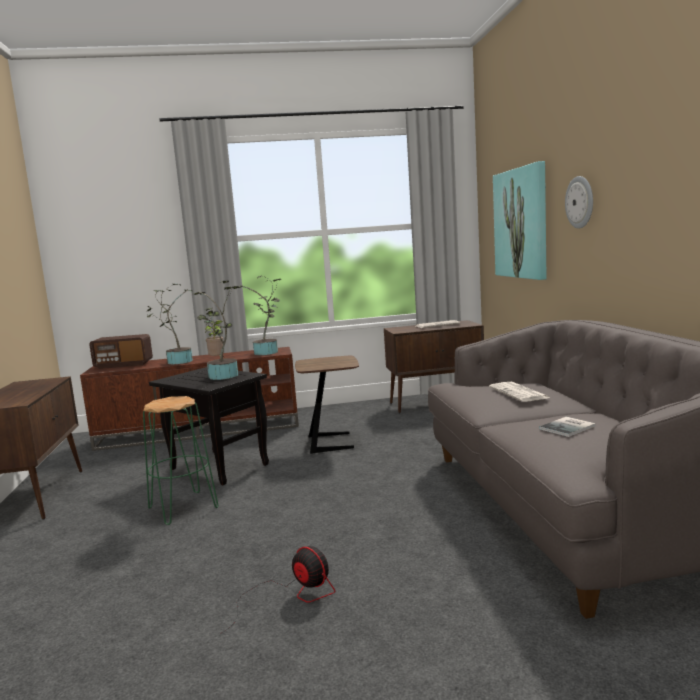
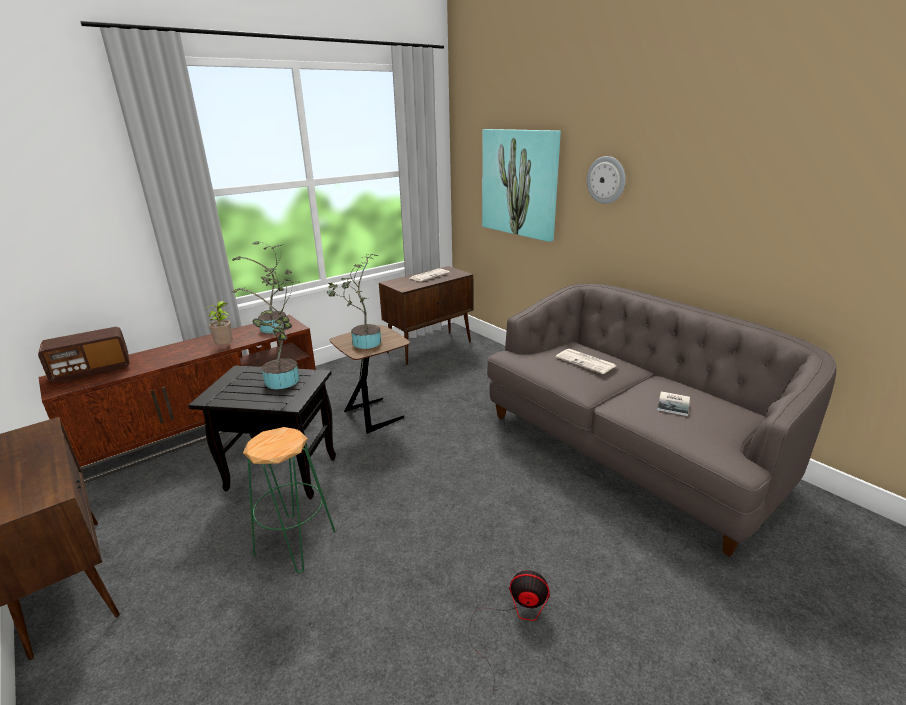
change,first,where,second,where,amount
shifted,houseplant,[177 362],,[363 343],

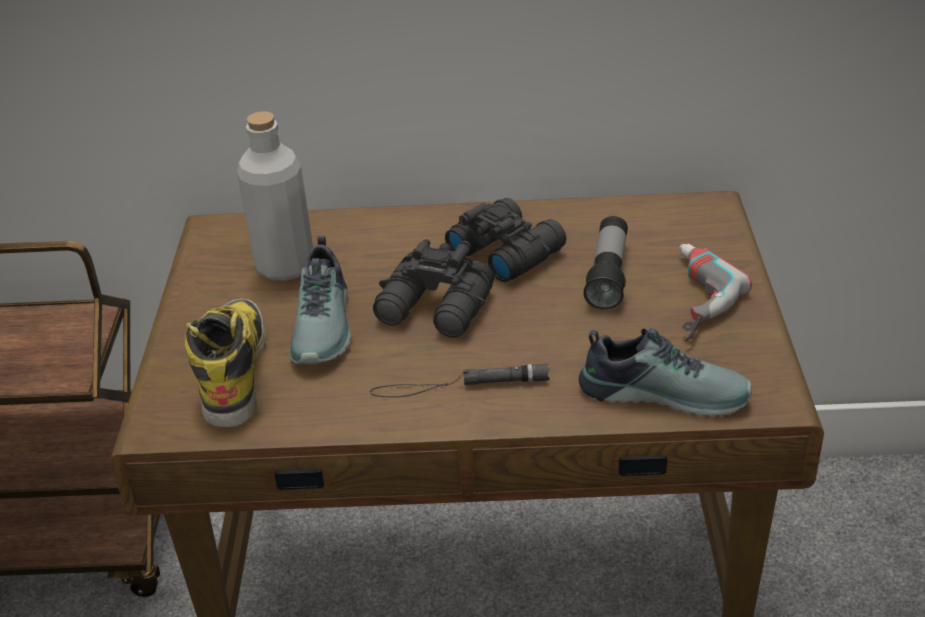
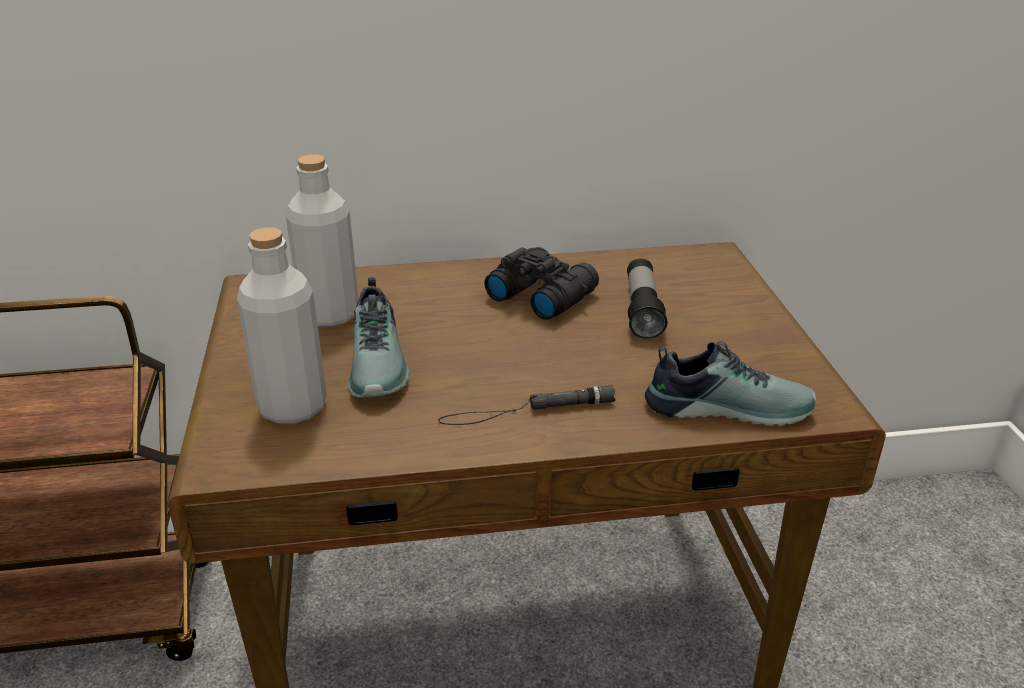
change,first,where,second,where,amount
swapped,boot,[234 369],greyish drink bottle,[292 407],
gone,black-coloured field glasses,[436 309],,,
gone,electric drill,[686 298],,,

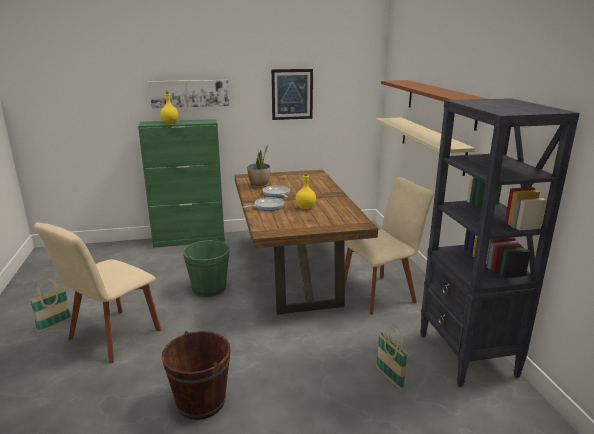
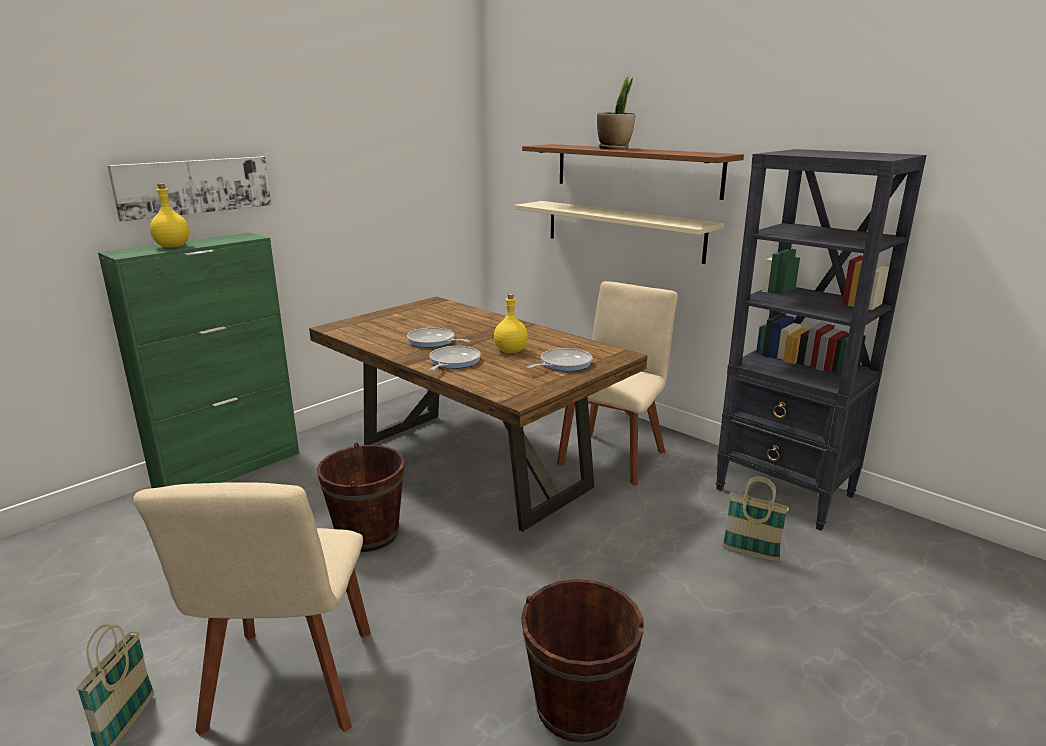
change,first,where,second,where,amount
repainted,green bucket,[209 288],brown-coloured bucket,[368 533],
new,,,skillet,[563 364],
shifted,houseplant,[259 185],,[614 148],
gone,picture,[292 94],,,

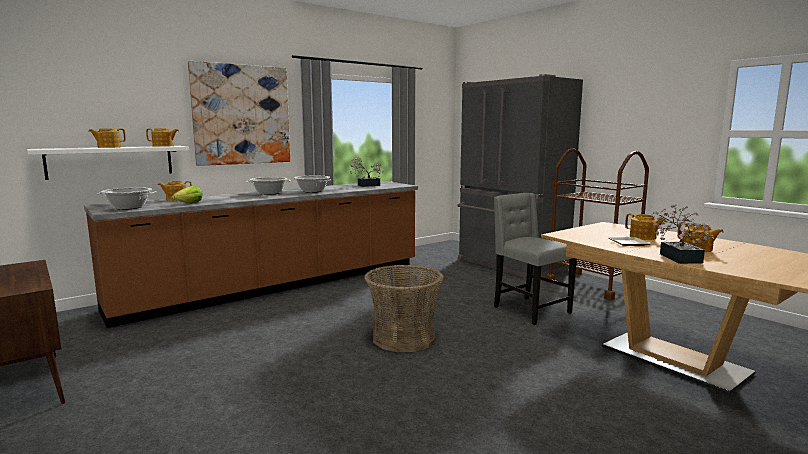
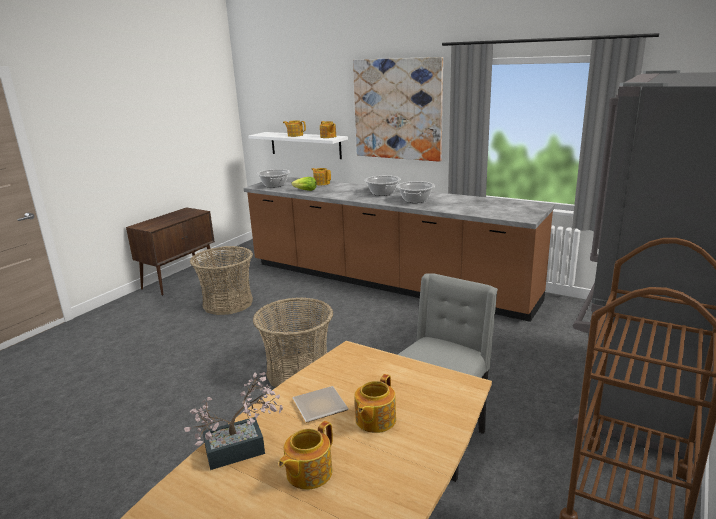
change,first,where,second,where,amount
new,,,basket,[228 303],
gone,houseplant,[366 185],,,

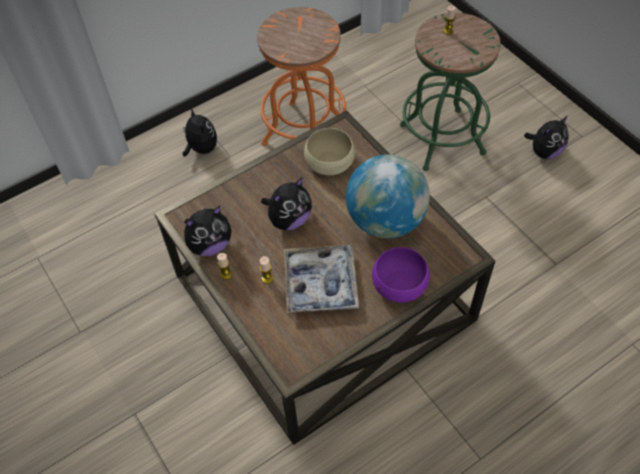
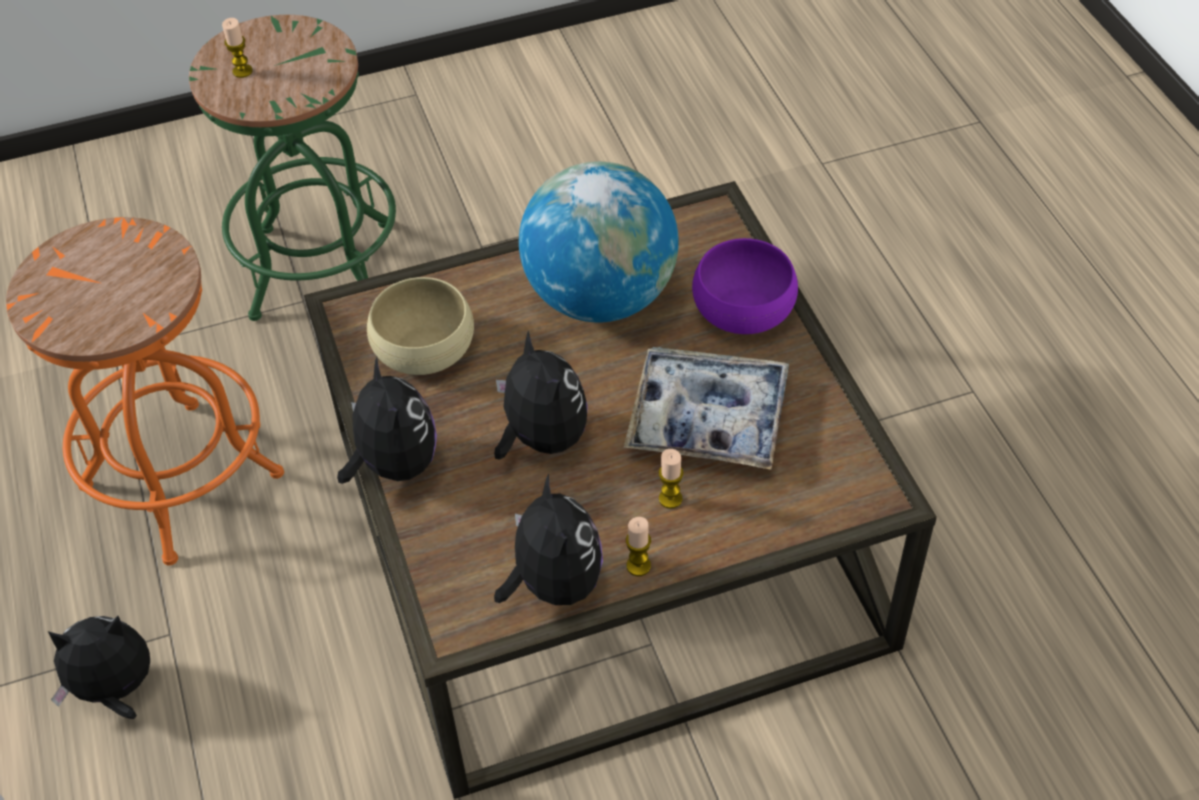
change,first,where,second,where,amount
shifted,plush toy,[544 151],,[394 464],

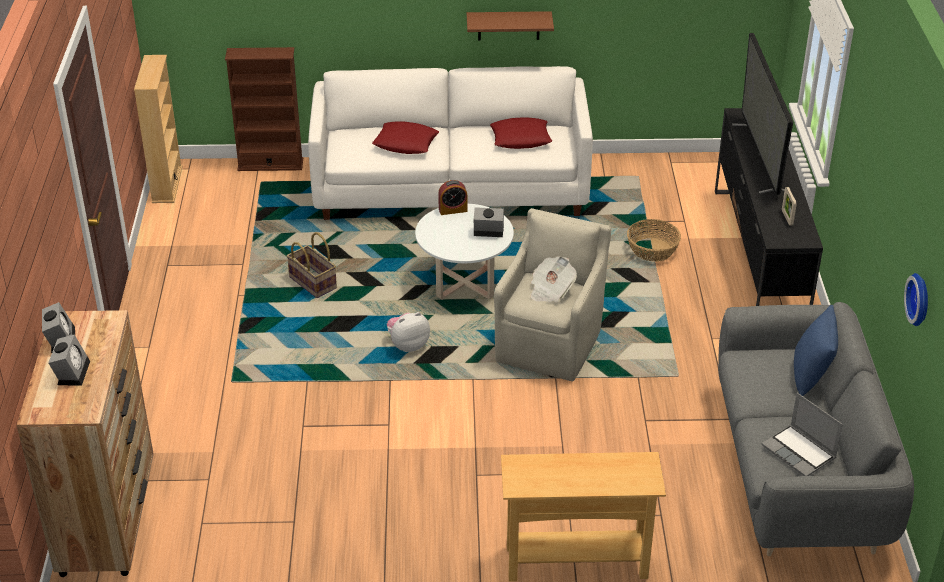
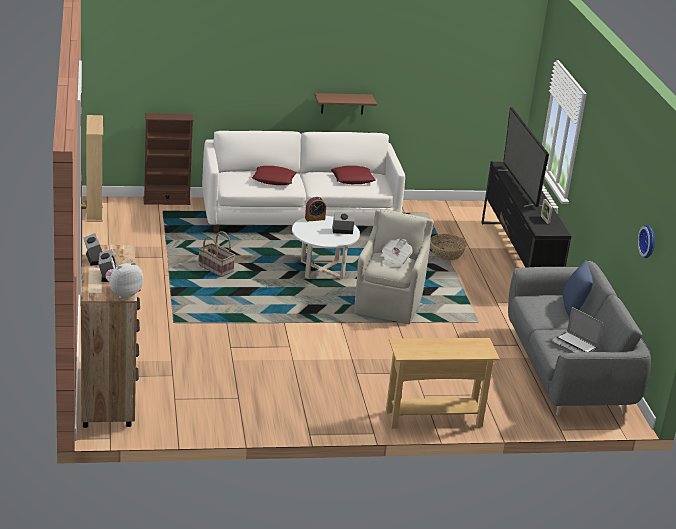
change,first,where,second,where,amount
shifted,plush toy,[408 345],,[123 294],

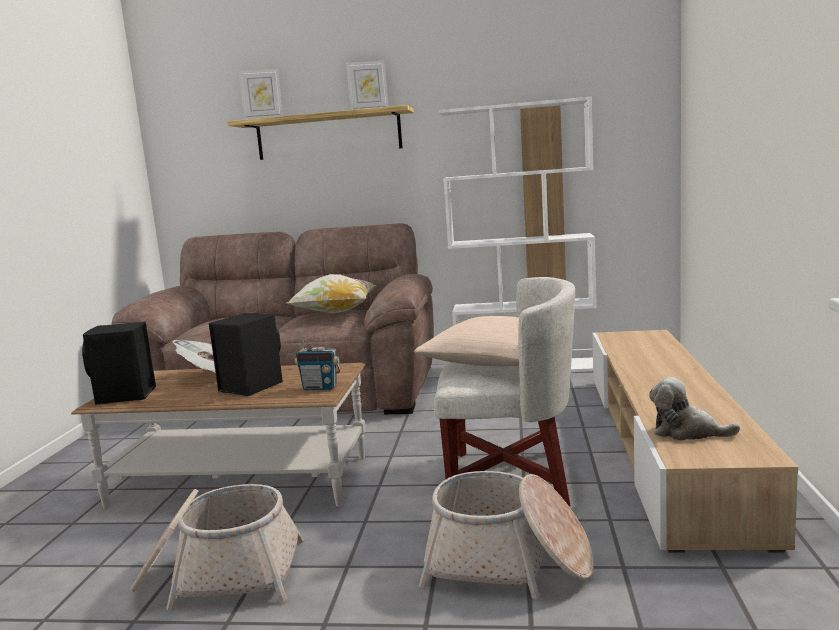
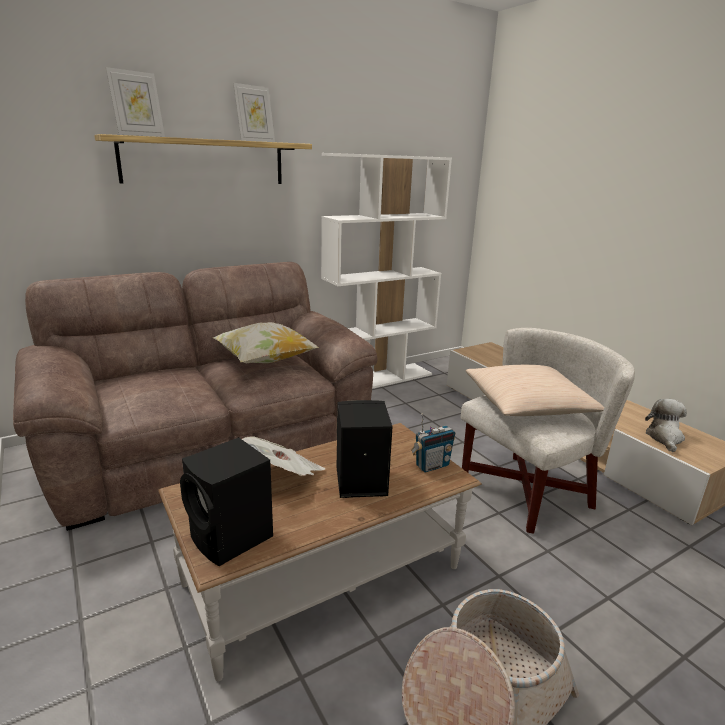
change,first,where,second,where,amount
rotated,plush toy,[686 432],,[664 438],120 degrees clockwise
gone,basket,[508 563],,,

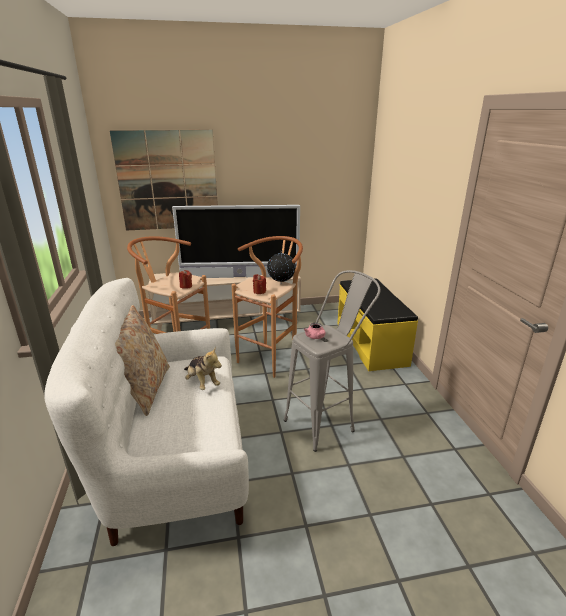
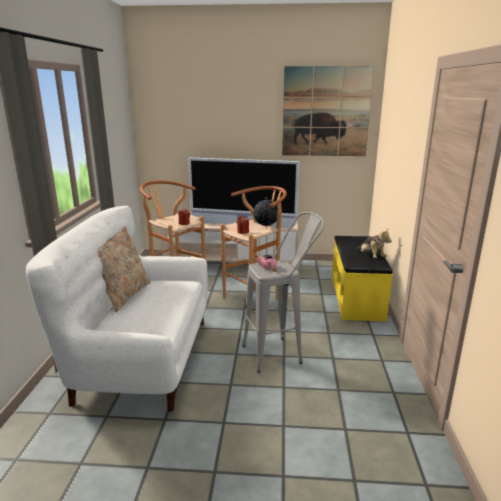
change,first,where,second,where,amount
shifted,picture,[168 181],,[326 112],
shifted,plush toy,[202 383],,[371 257],

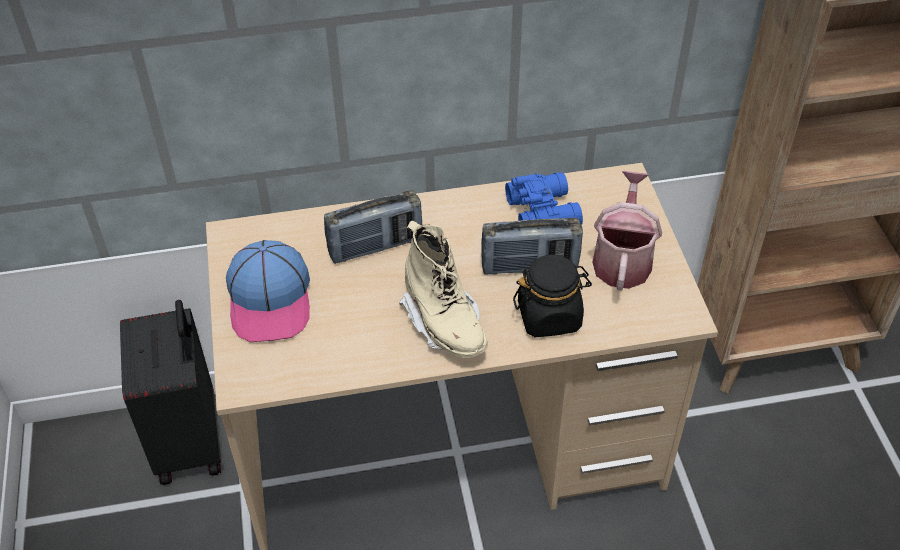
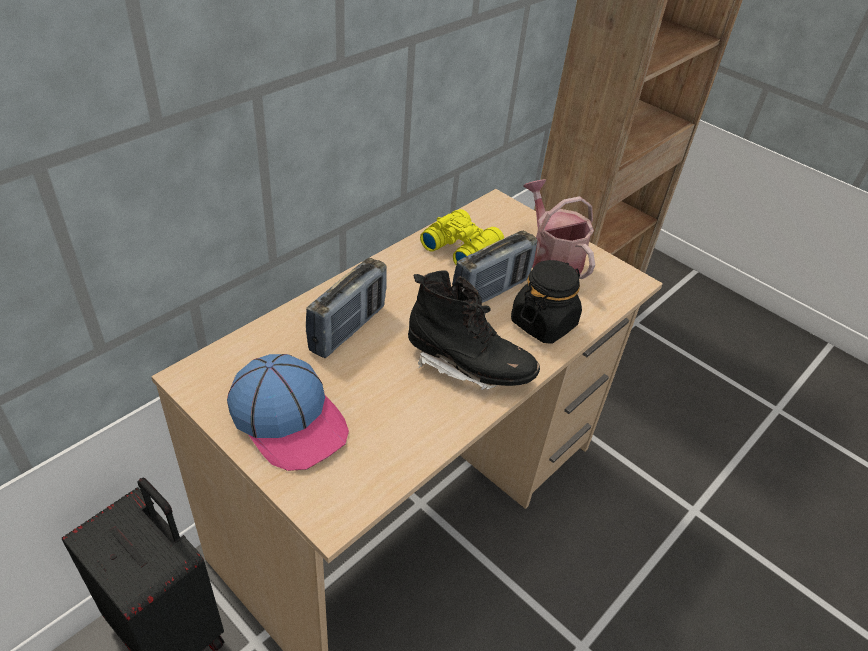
change,first,where,second,where,amount
repainted,beige-coloured boot,[444 323],black-coloured boot,[468 366],
repainted,bluish field glasses,[544 211],yellow field glasses,[461 247],

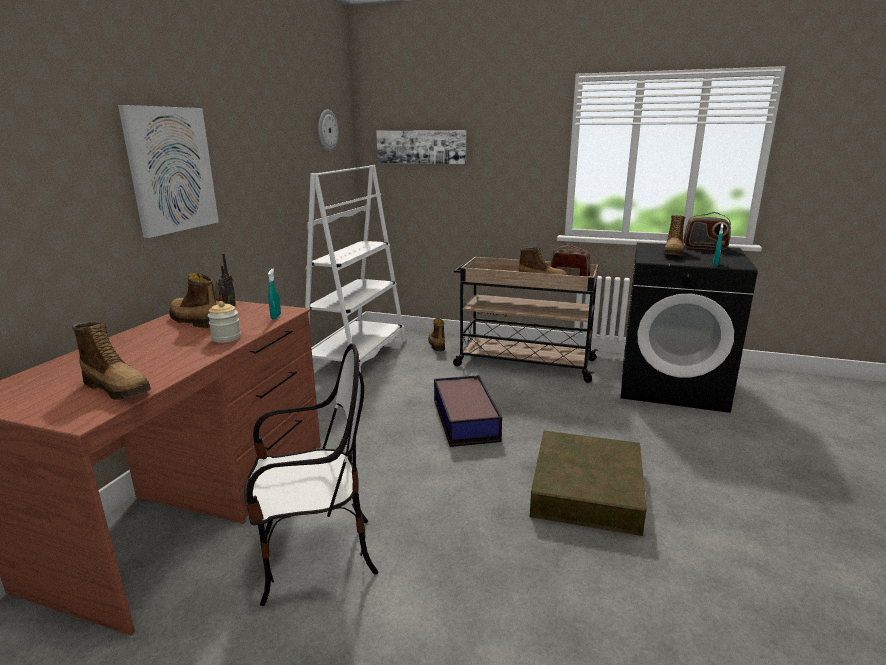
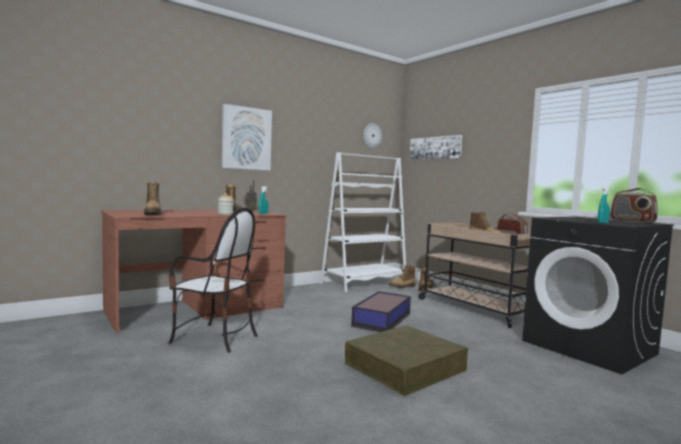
change,first,where,second,where,amount
shifted,boot,[673 253],,[402 287],

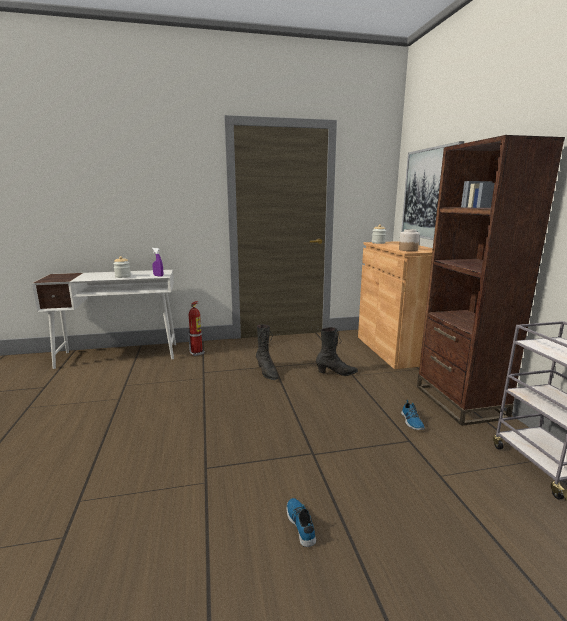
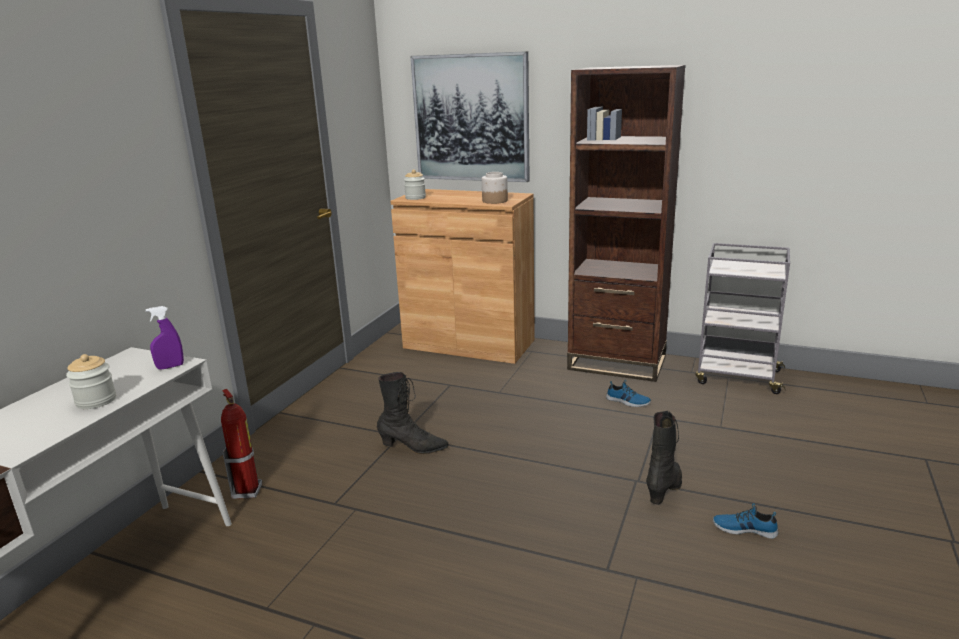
change,first,where,second,where,amount
shifted,black-coloured boot,[336 373],,[665 489],

